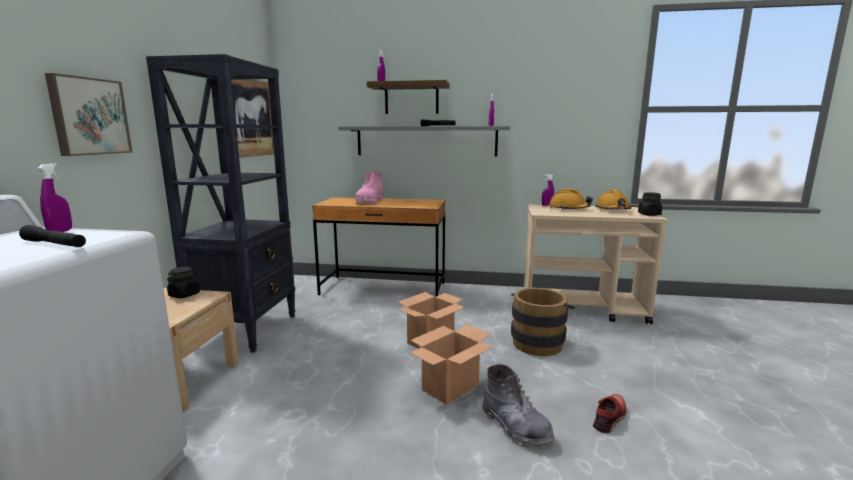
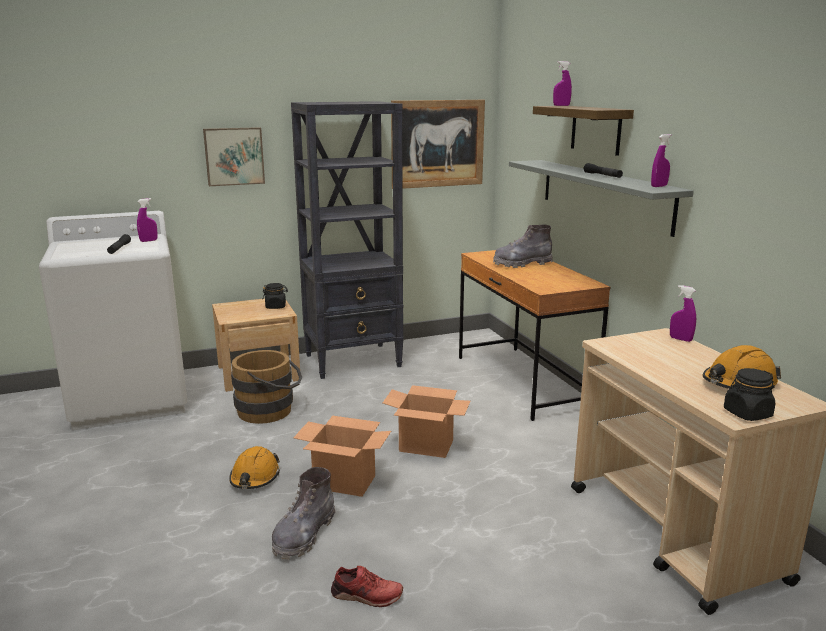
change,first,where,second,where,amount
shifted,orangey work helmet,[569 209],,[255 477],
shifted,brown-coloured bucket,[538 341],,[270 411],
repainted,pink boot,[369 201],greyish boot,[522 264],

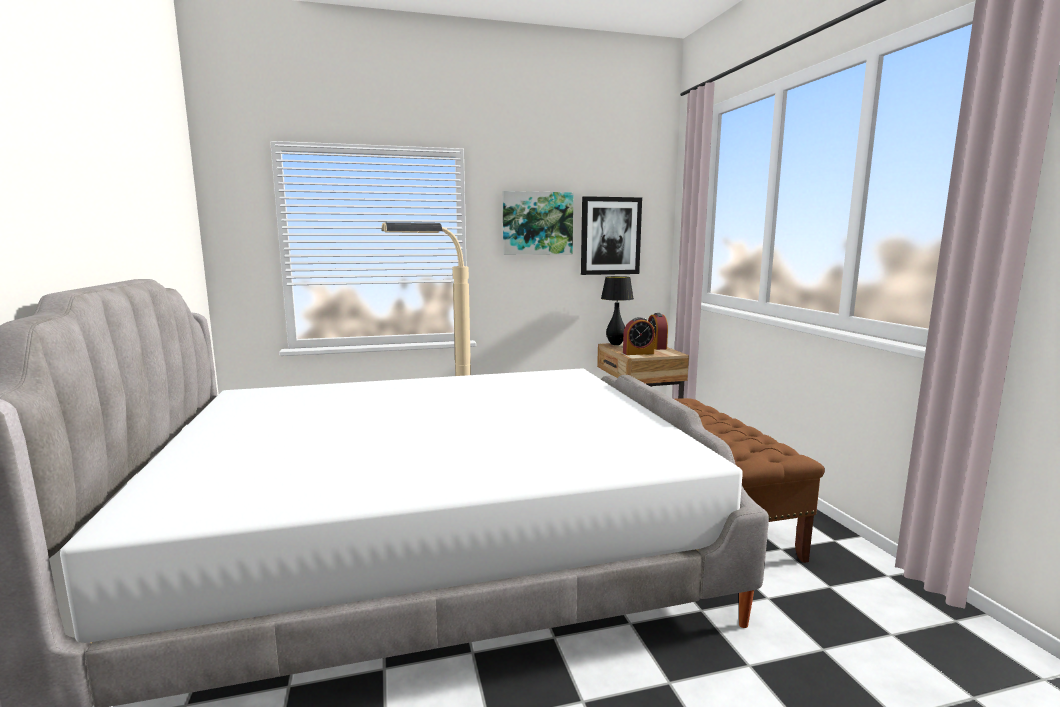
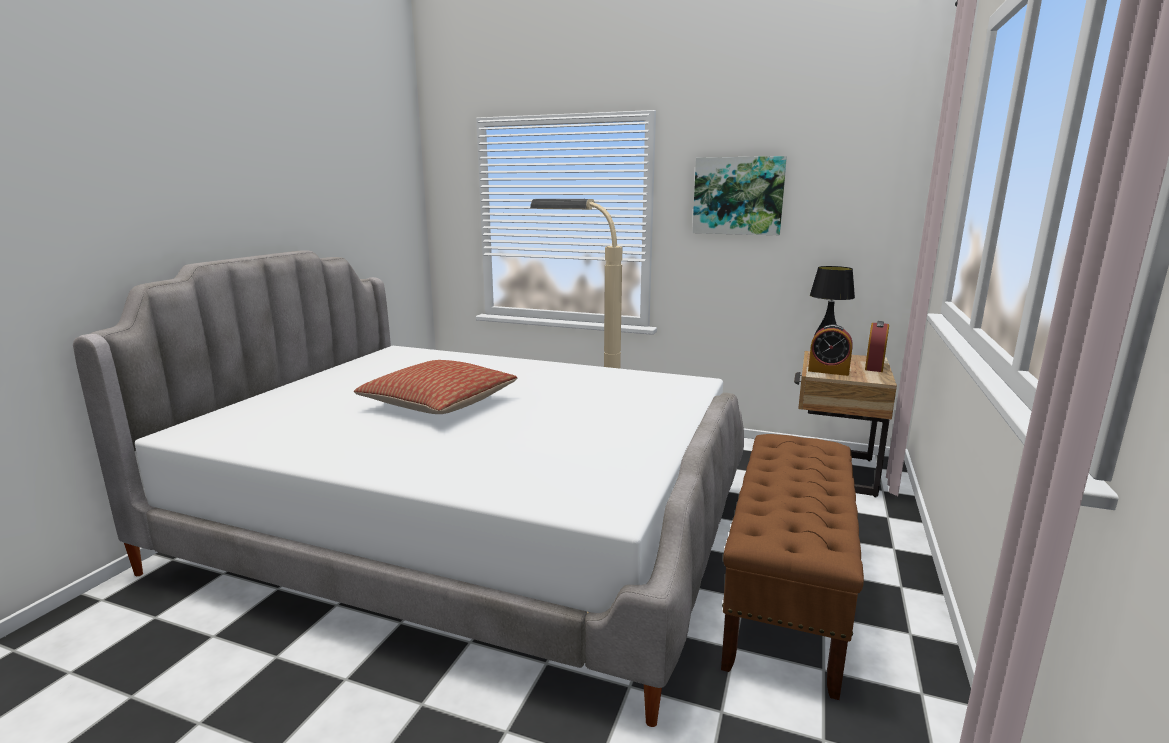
change,first,where,second,where,amount
new,,,cushion,[439 404],
gone,picture,[610 236],,,

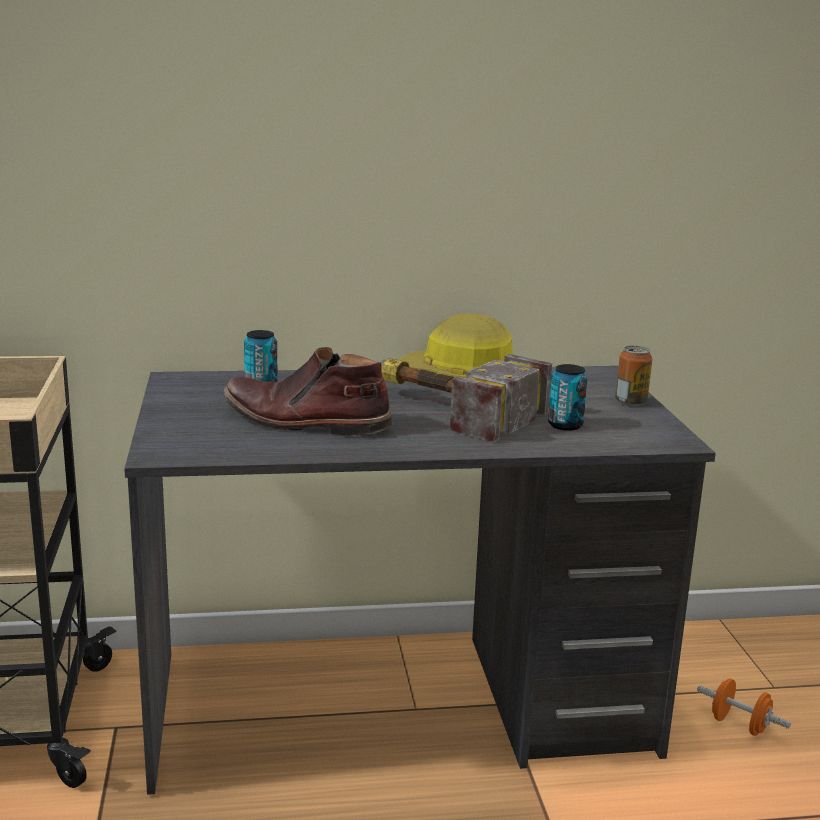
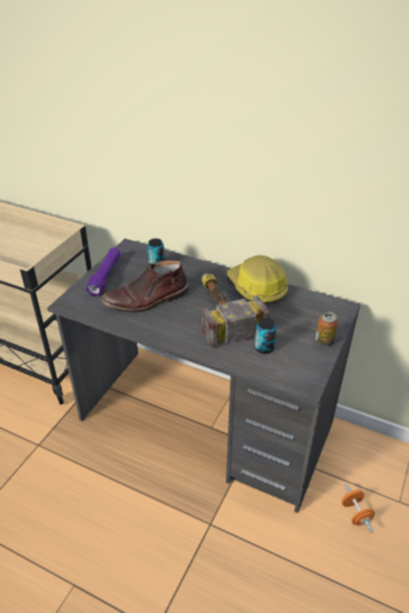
change,first,where,second,where,amount
new,,,purple flashlight,[105 276],
rotated,brown-coloured boot,[304 421],,[147 300],75 degrees counterclockwise

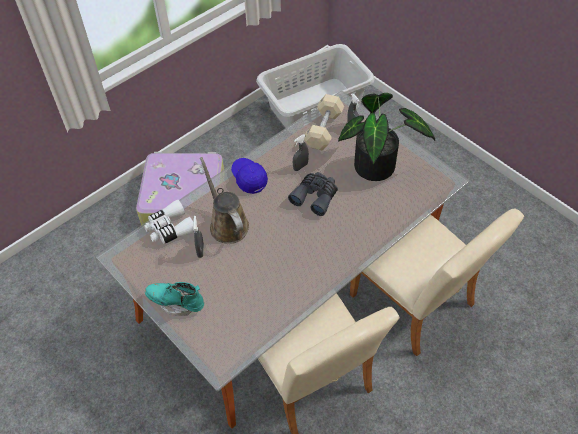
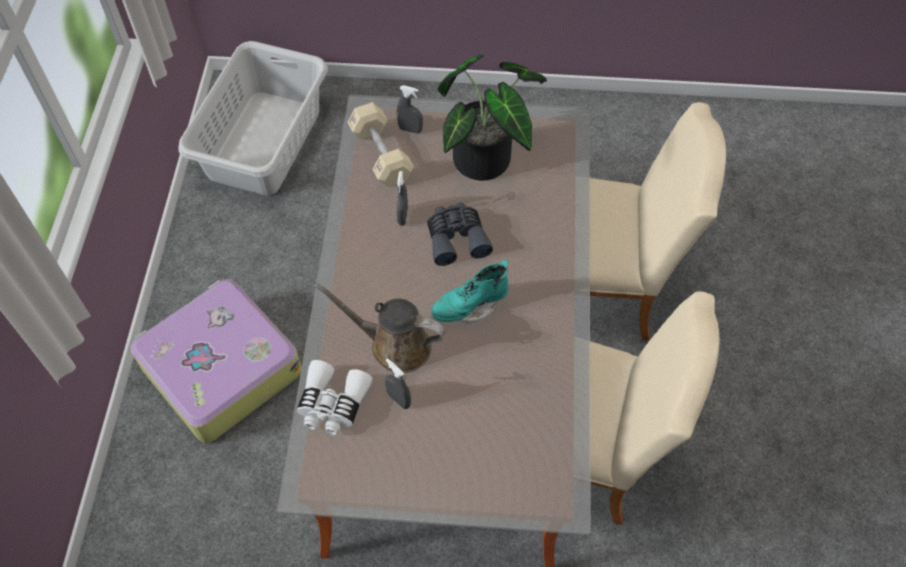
change,first,where,second,where,amount
shifted,blue-green boot,[176 302],,[470 306],
gone,bluish cap,[249 178],,,

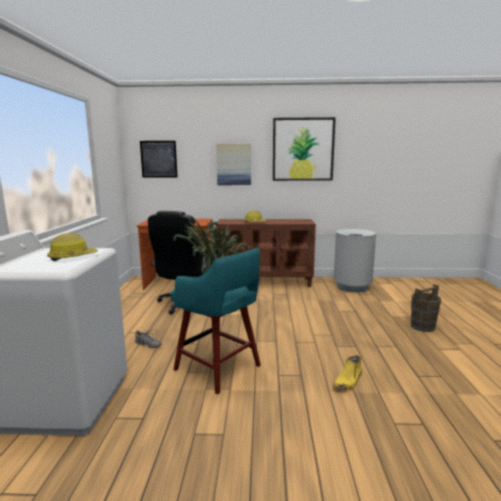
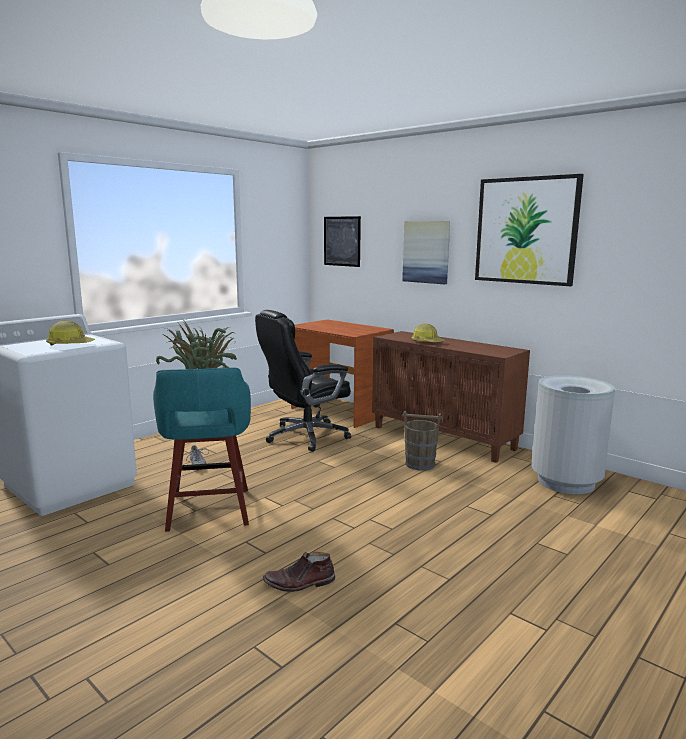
change,first,where,second,where,amount
repainted,yellow boot,[348 381],brown-coloured boot,[299 583],
shifted,brown-coloured bucket,[422 326],,[419 464],

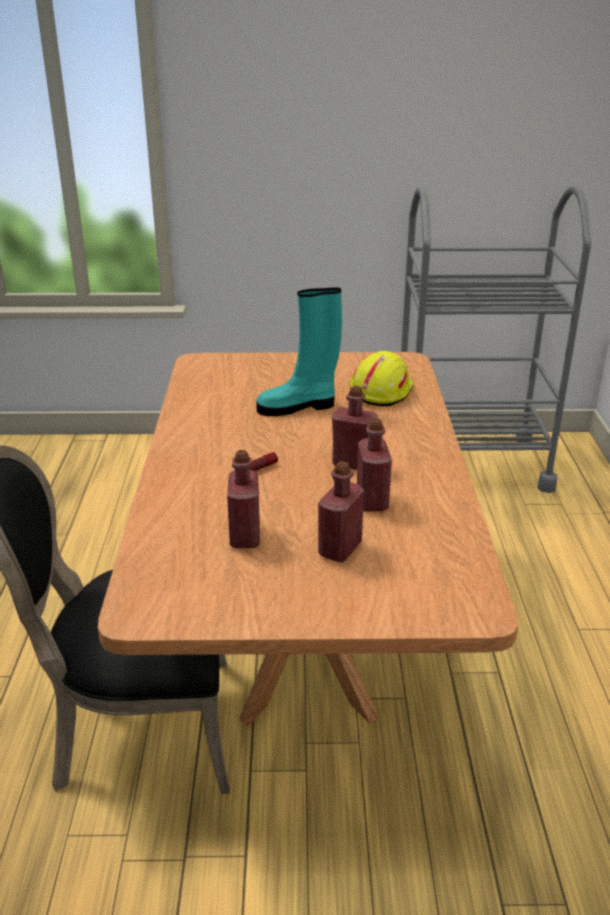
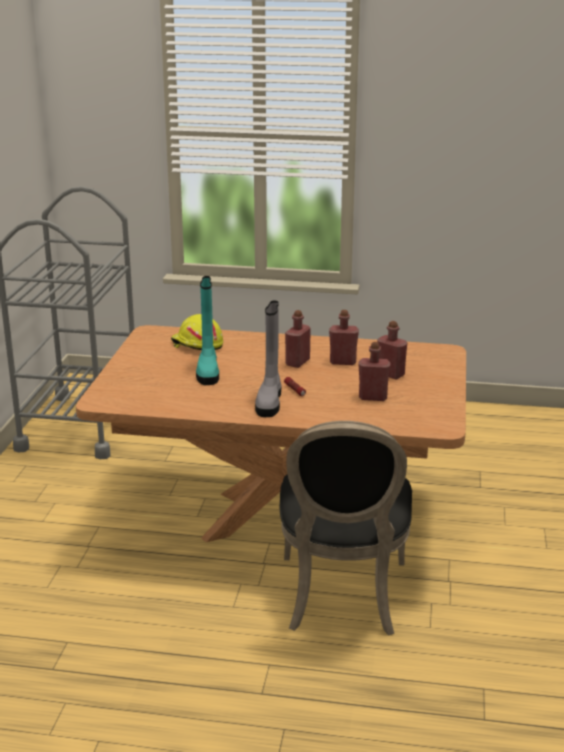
change,first,where,second,where,amount
new,,,greyish boot,[269 402],

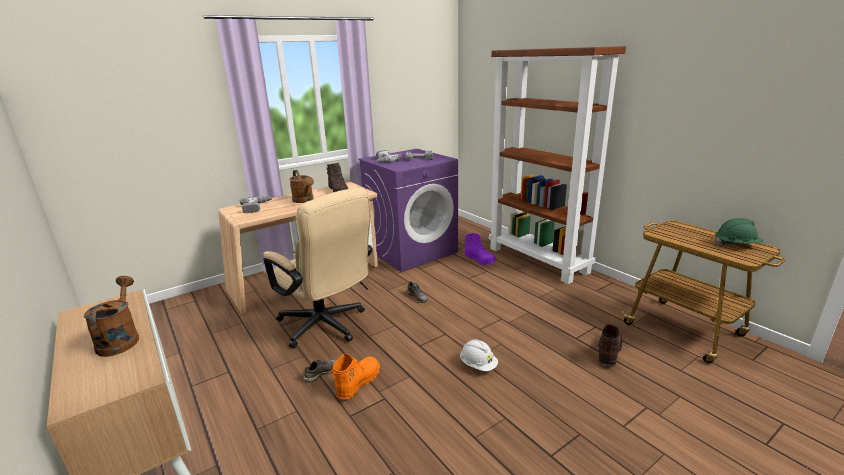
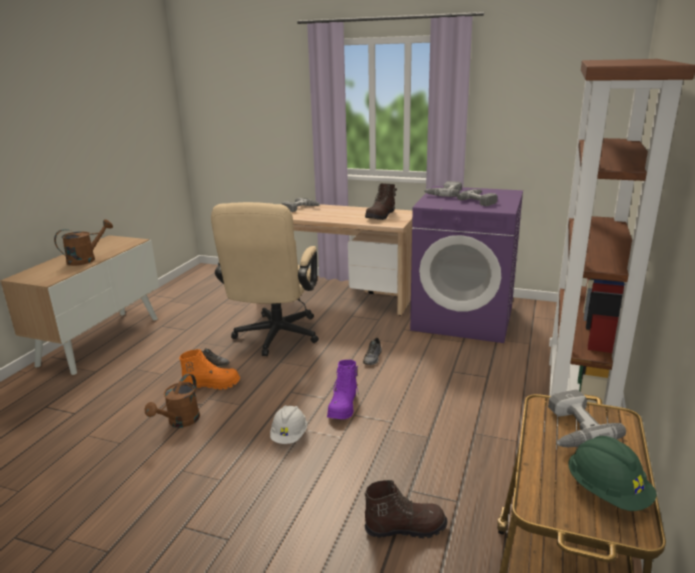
change,first,where,second,where,amount
shifted,brown-coloured sprinkling can,[304 200],,[180 422],
shifted,purple boot,[480 260],,[344 406],
new,,,electric drill,[571 428],

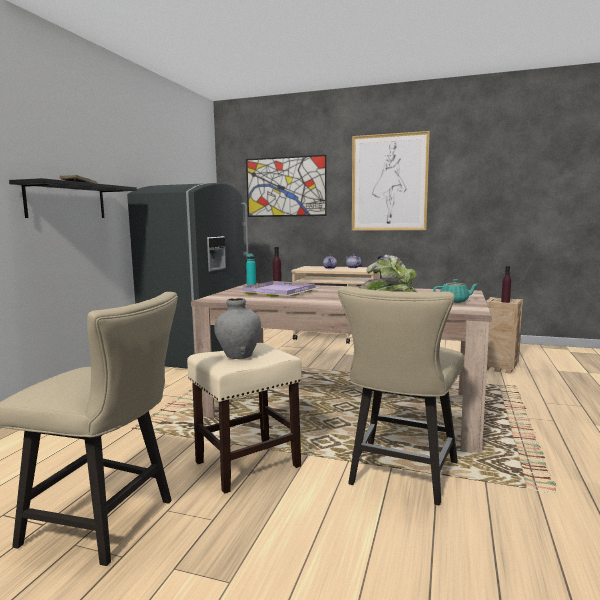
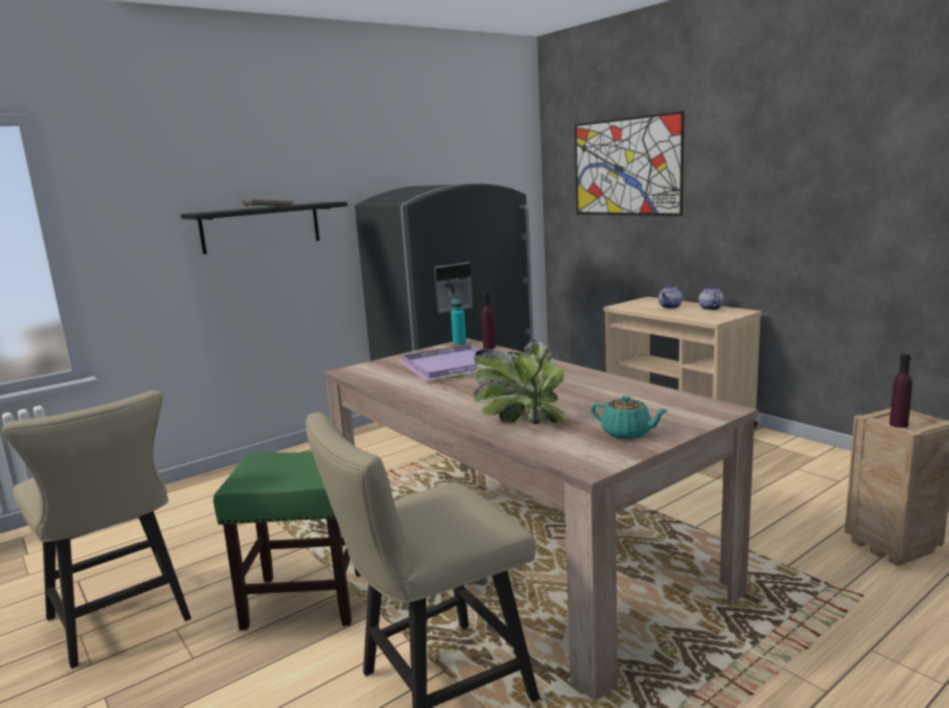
change,first,where,second,where,amount
repainted,beige-coloured stool,[246 464],green stool,[304 600],
gone,greyish decorative vase,[239 355],,,
gone,picture,[389 183],,,

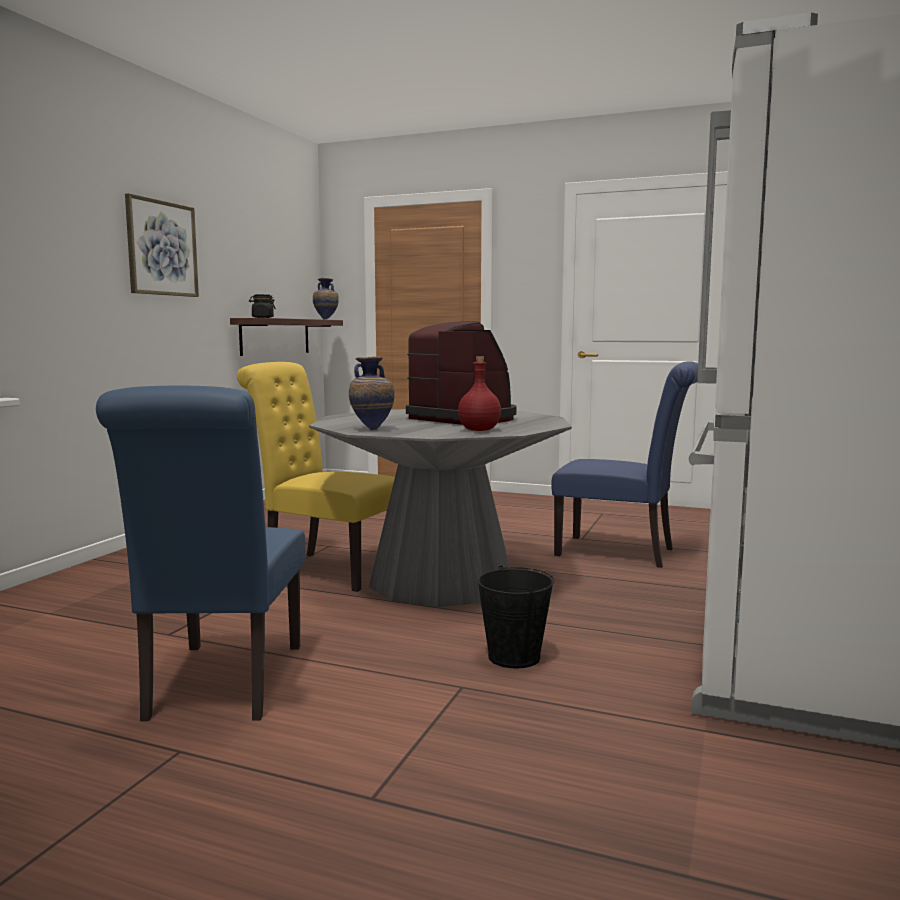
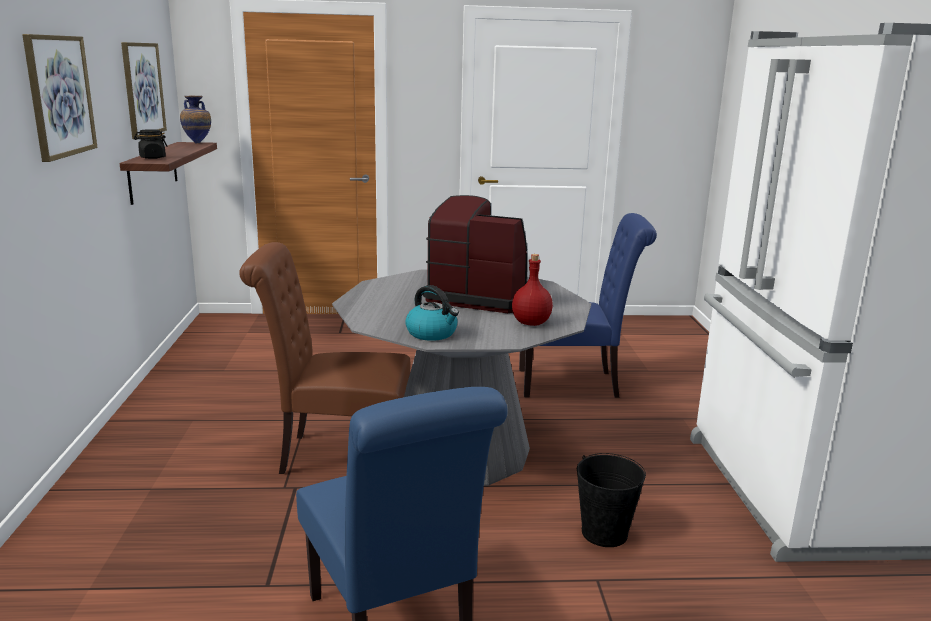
change,first,where,second,where,amount
new,,,picture,[142 89],
repainted,yellow upright chair,[325 569],brown-coloured upright chair,[336 455],
swapped,decorative vase,[372 429],water kettle,[432 333],

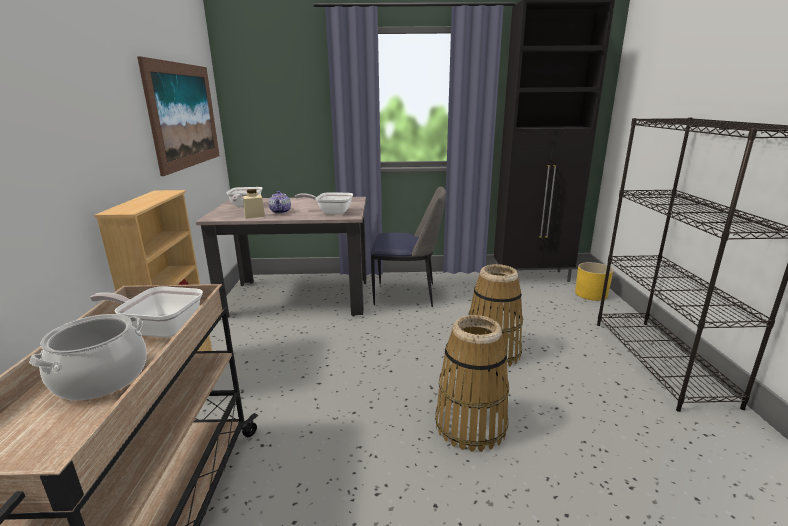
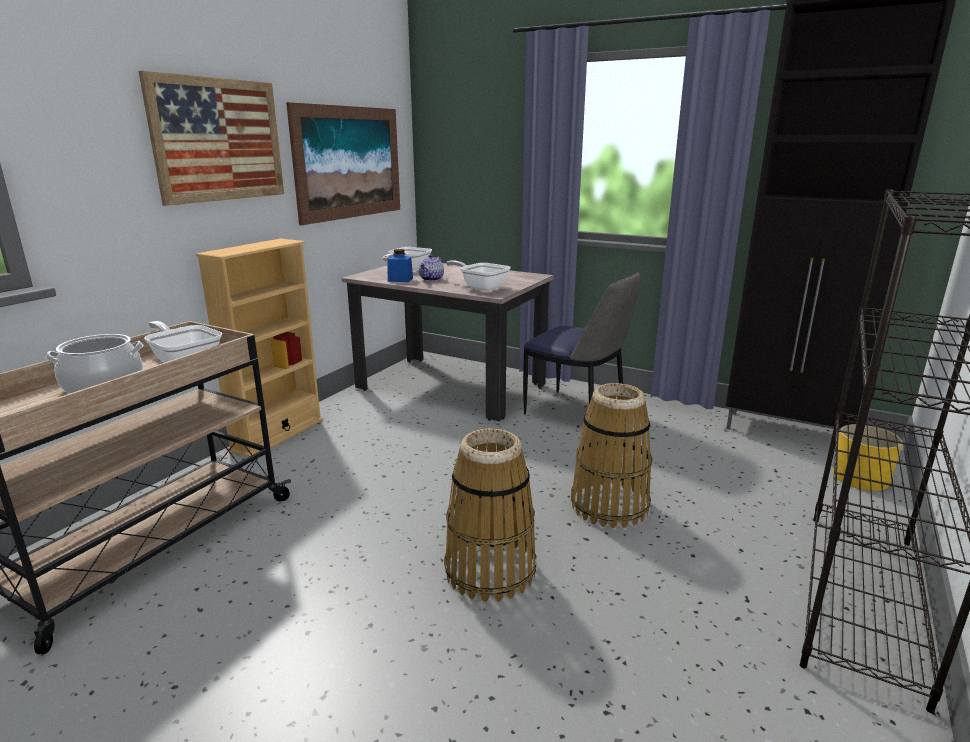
change,first,where,second,where,amount
new,,,picture,[218 140],
repainted,beige-coloured jar,[254 216],bluish jar,[400 280],

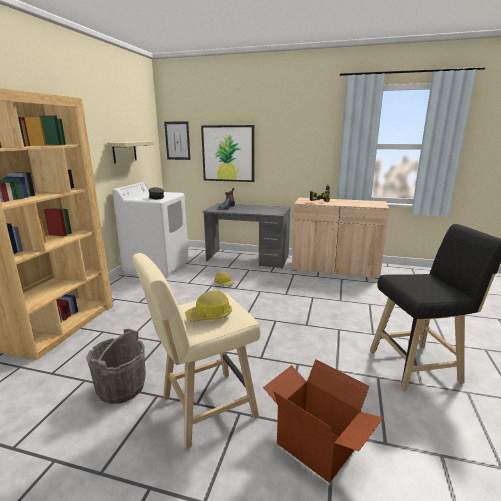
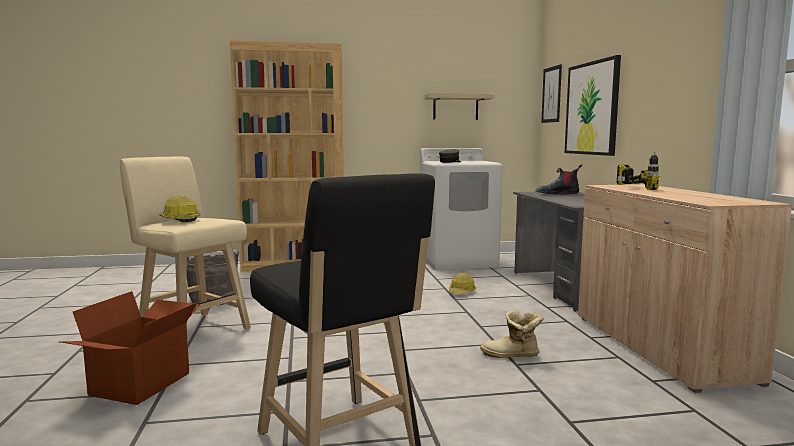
change,first,where,second,where,amount
new,,,boot,[511 356],

